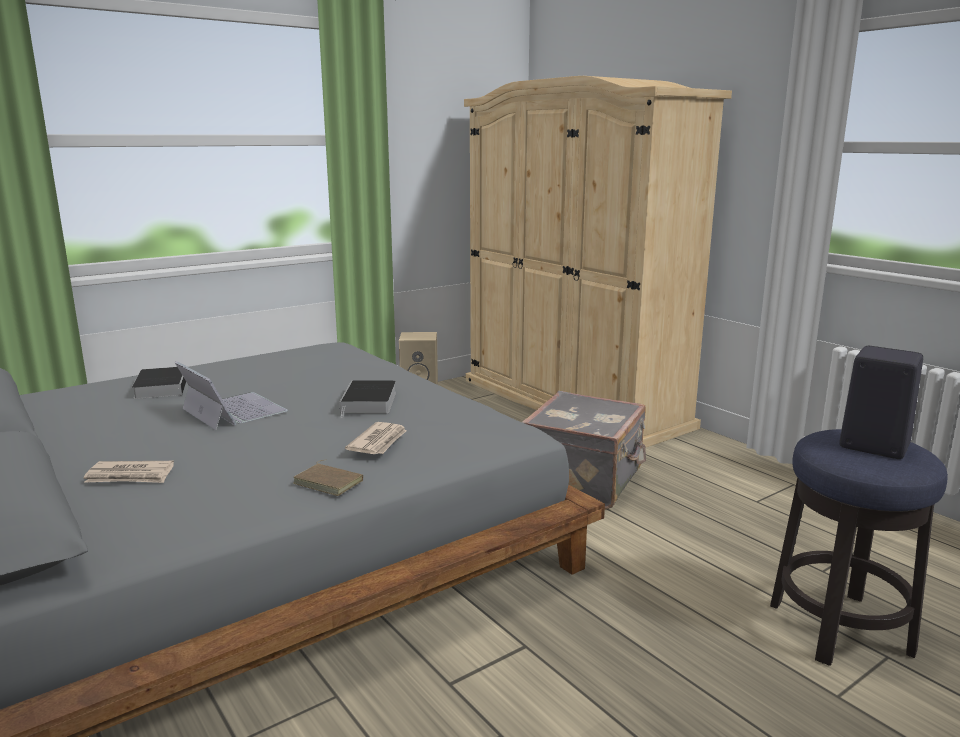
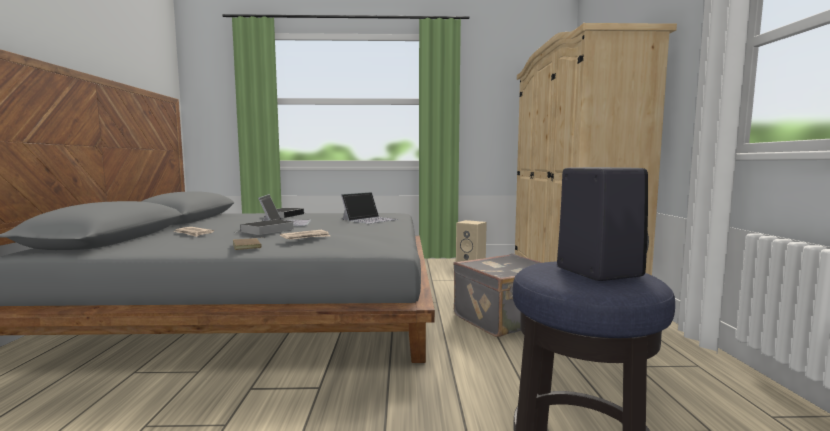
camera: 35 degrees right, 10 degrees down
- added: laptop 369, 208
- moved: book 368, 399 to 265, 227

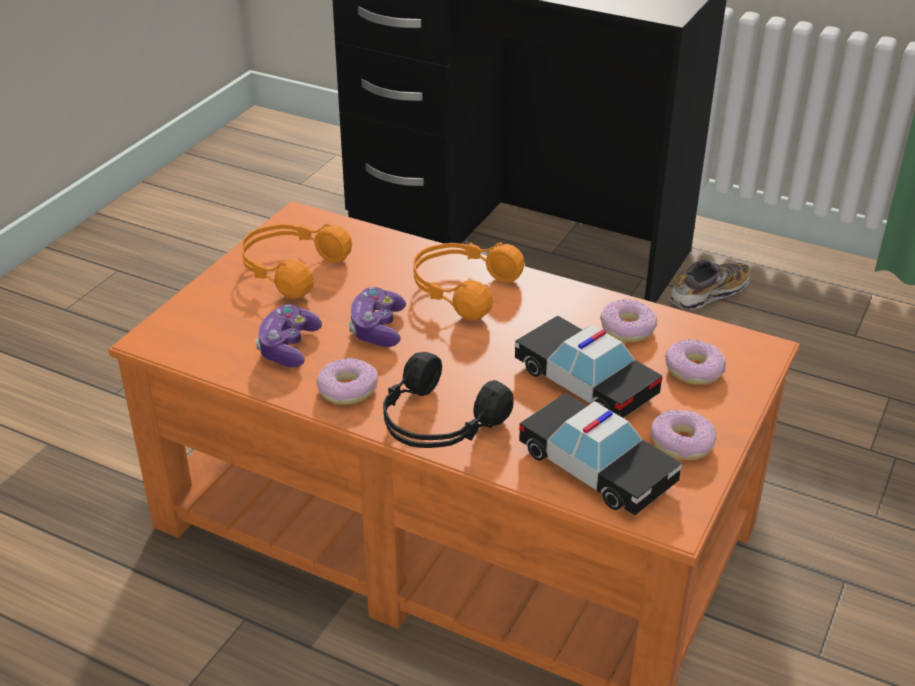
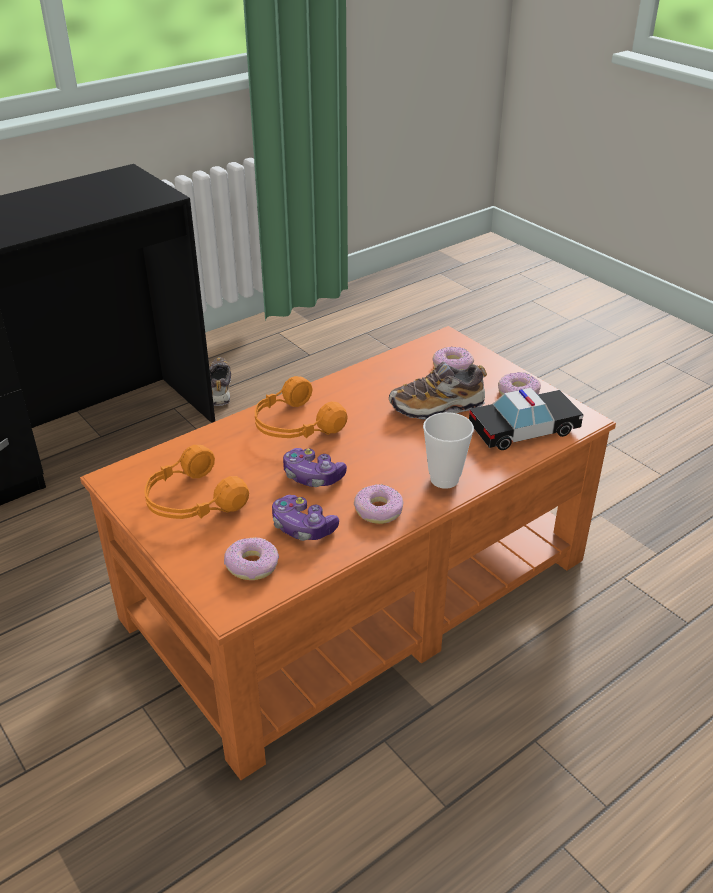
camera: 65 degrees left, 0 degrees up
- moved: donut 628, 320 to 251, 559
- replaced: black headphones 448, 400 to cup 448, 450
- replaced: toy car 588, 367 to shoe 438, 391

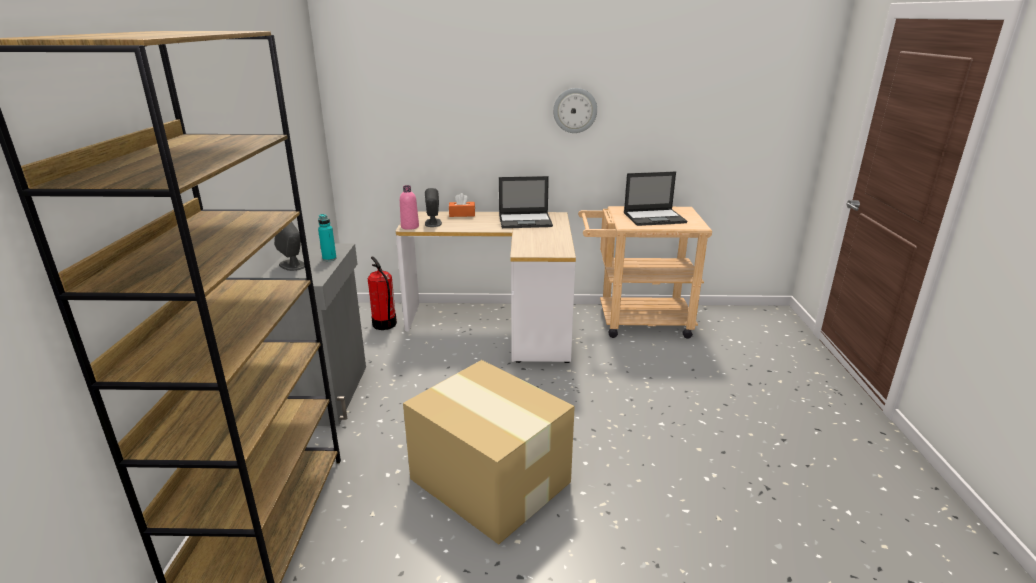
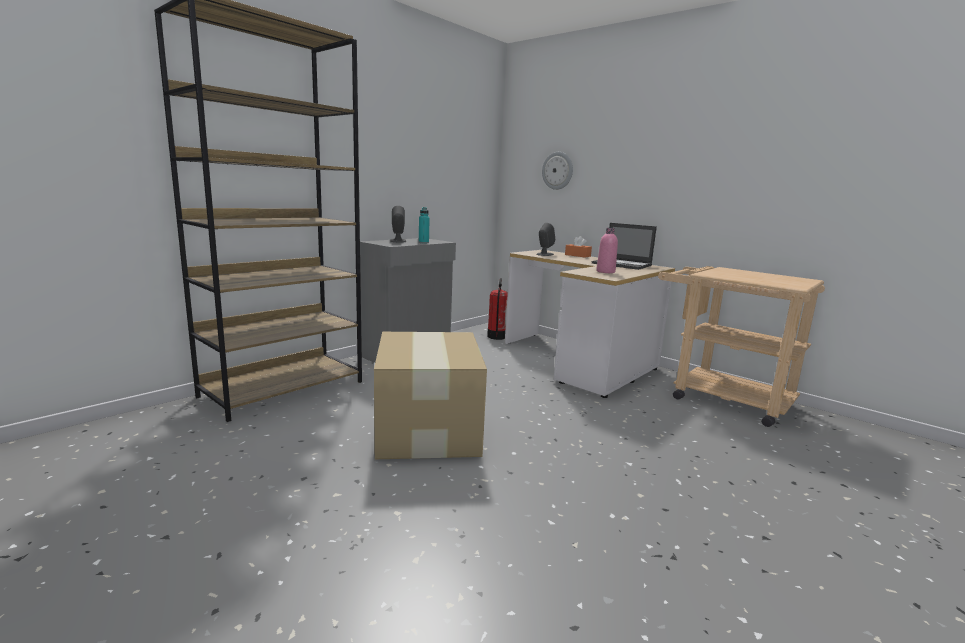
camera: 40 degrees right, 10 degrees down
- removed: laptop 655, 199
- moved: pink bottle 409, 207 to 607, 250
- moved: wall clock 575, 110 to 557, 171

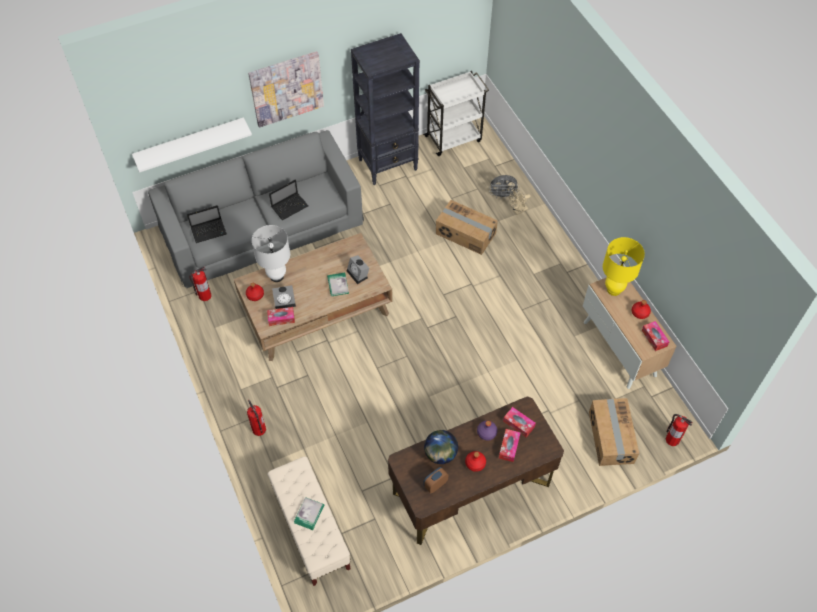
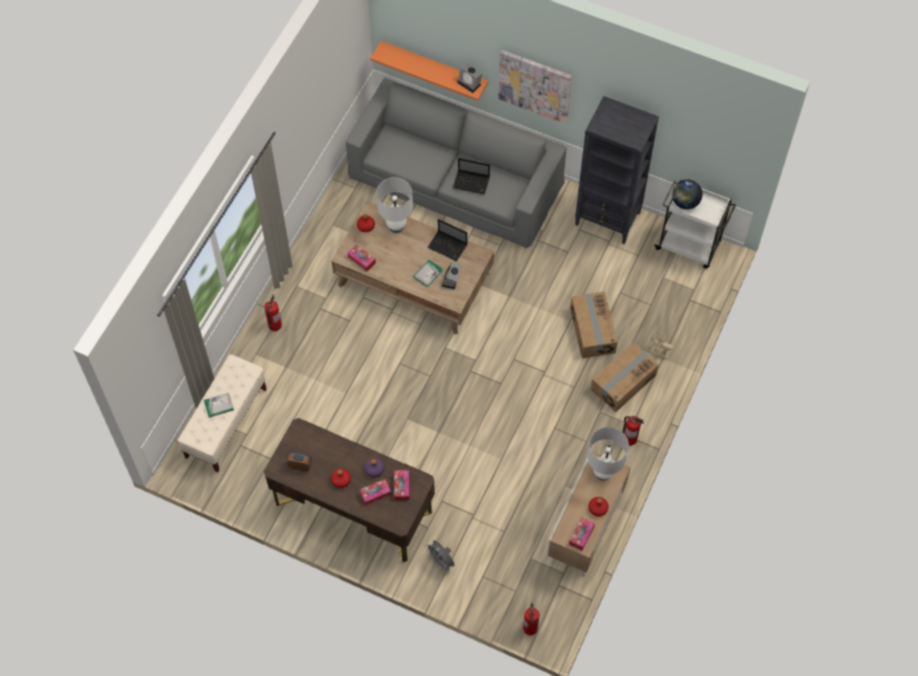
camera: 50 degrees right, 5 degrees up
- moved: laptop 207, 224 to 447, 240
- moved: fire extinguisher 200, 283 to 633, 431
- moved: alarm clock 284, 297 to 469, 78
- moved: globe 441, 447 to 687, 194
- moved: grey fan 504, 187 to 440, 557
- moved: cardboard box 614, 432 to 625, 377
- recoloured: white shelf 192, 144 to orange shelf 429, 71
- recoloured: yellow table lamp 624, 266 to white table lamp 608, 454

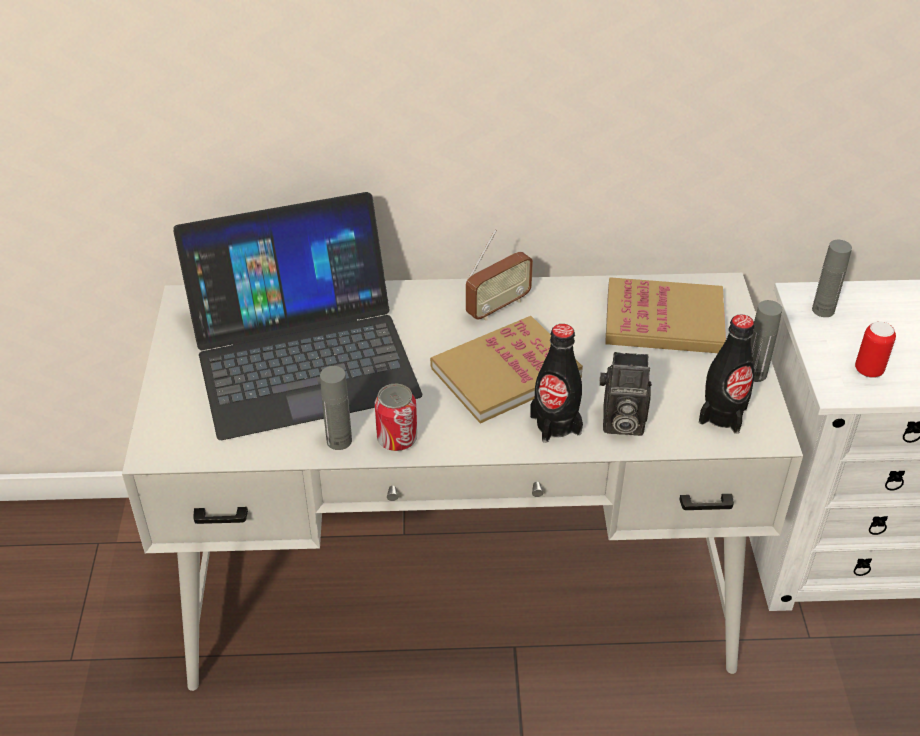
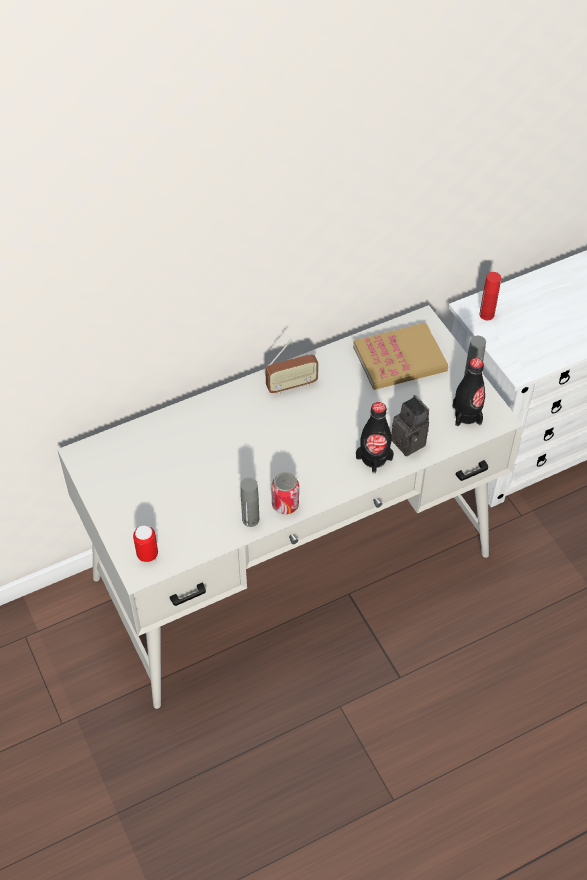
camera: 25 degrees left, 10 degrees up
- removed: laptop 297, 316
- removed: book 506, 369
- moved: can 875, 349 to 145, 543
- recoloured: grey bottle 832, 278 to red bottle 490, 296
- turned: radio 499, 275 = 292, 366 45 degrees clockwise
- turned: photo camera 625, 394 = 410, 425 105 degrees counterclockwise

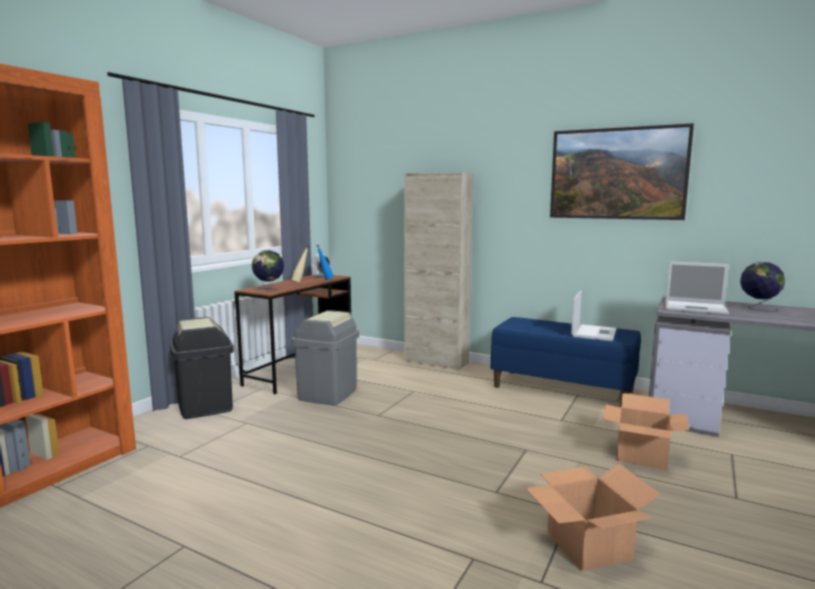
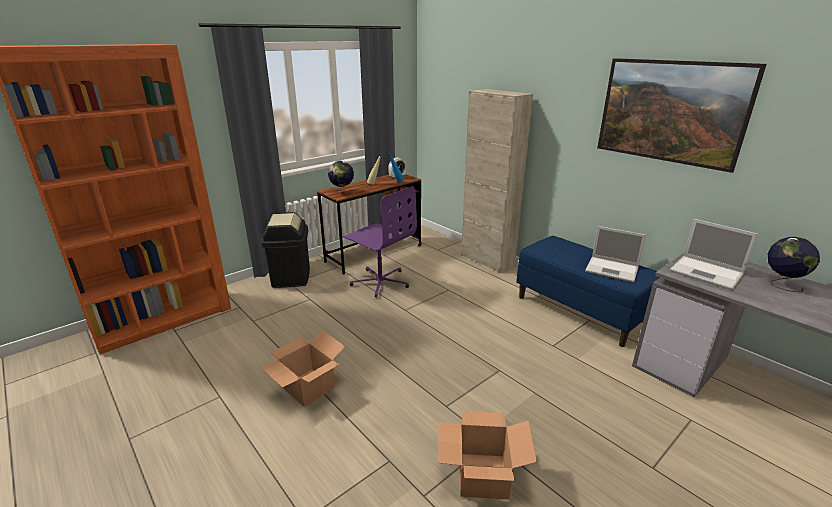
camera: 20 degrees right, 15 degrees up
- moved: cardboard box 646, 431 to 302, 368
- replaced: grey trash can 325, 358 to purple office chair 380, 242
- turned: laptop 594, 315 = 615, 254 75 degrees clockwise

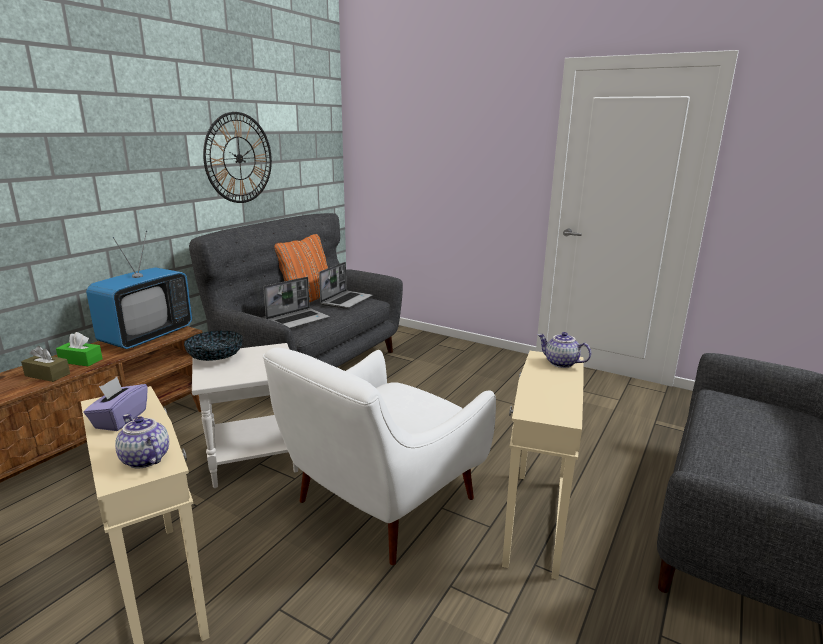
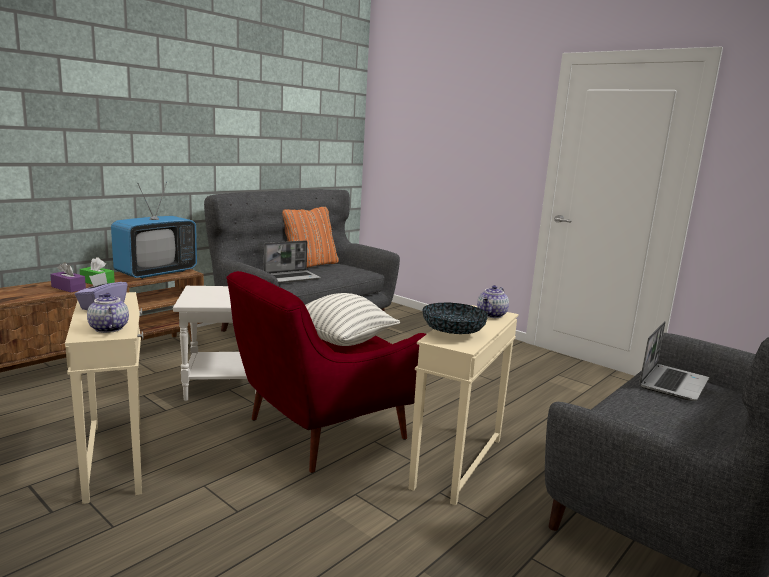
camera: 10 degrees right, 5 degrees down
- removed: wall clock 237, 157
- added: pillow 352, 319
- moved: bowl 213, 346 to 455, 318
- moved: laptop 345, 285 to 674, 361
- recoloured: brown tissue box 45, 364 to purple tissue box 68, 277
- recoloured: white armchair 379, 456 to red armchair 326, 372
- turned: teapot 564, 350 = 493, 301 105 degrees counterclockwise

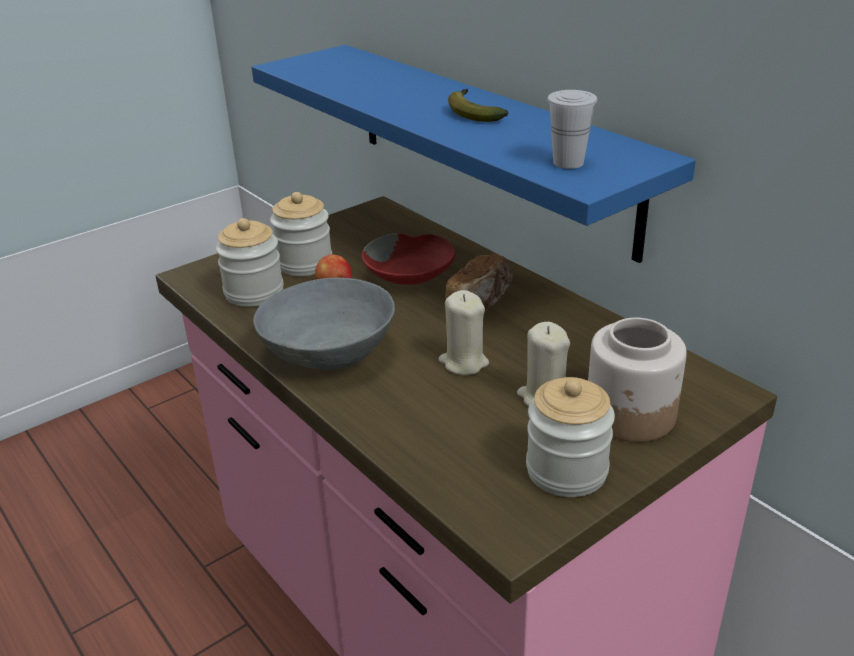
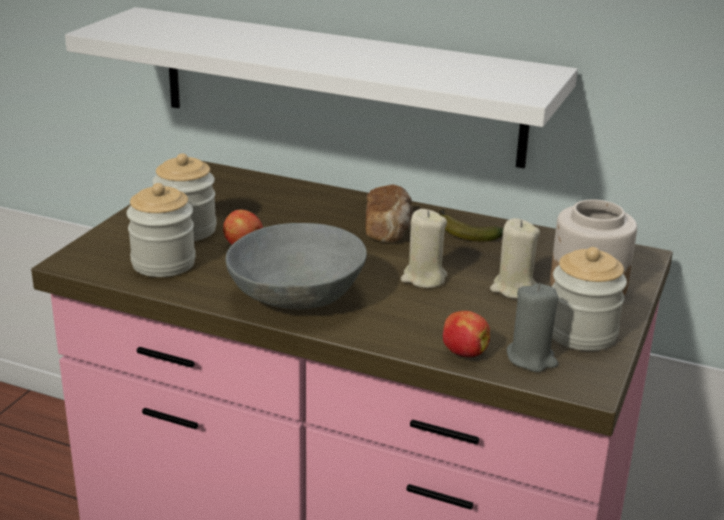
camera: 30 degrees left, 5 degrees down
- removed: red bowl 409, 259
- removed: white cup 572, 129
- added: apple 466, 334
- added: grey candle 533, 327
- moved: banana 478, 105 to 471, 225
- recoloured: blue shelf 474, 154 to white shelf 321, 87

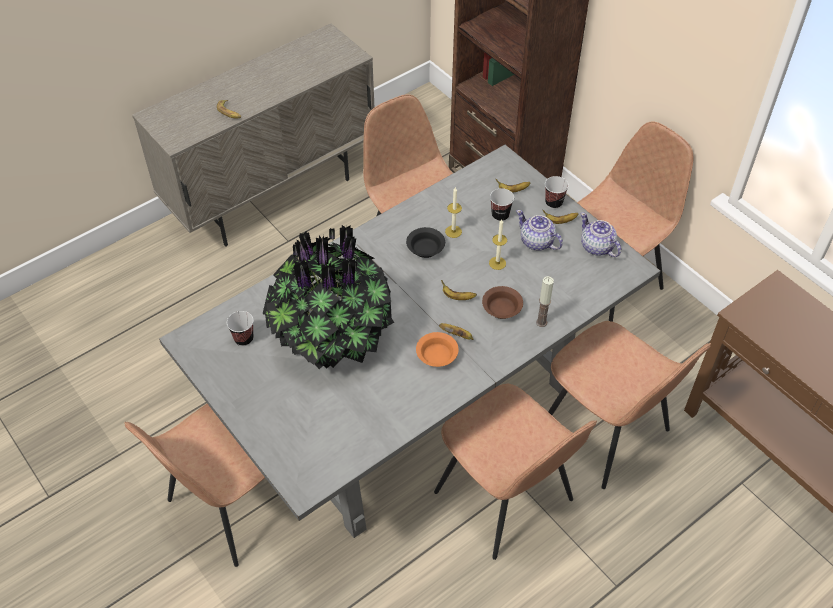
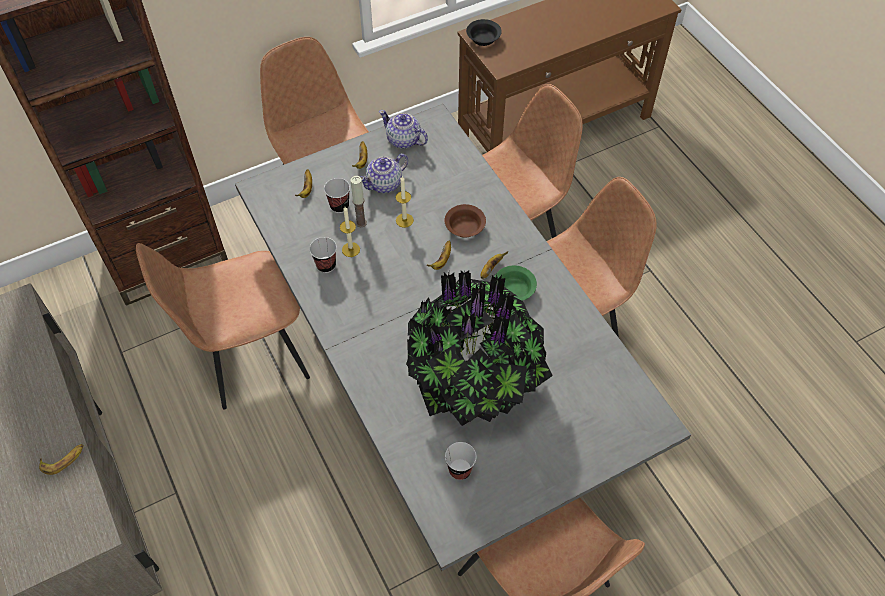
camera: 80 degrees left, 5 degrees up
- moved: black bowl 425, 242 to 484, 32
- moved: candle 545, 301 to 358, 201
- moved: cup 557, 192 to 323, 255
- recoloured: orange bowl 437, 349 to green bowl 516, 283
- turned: teapot 600, 234 = 403, 129 60 degrees clockwise

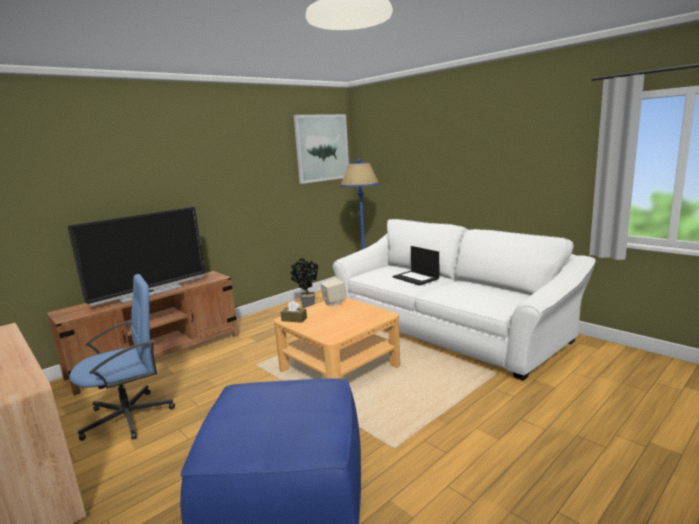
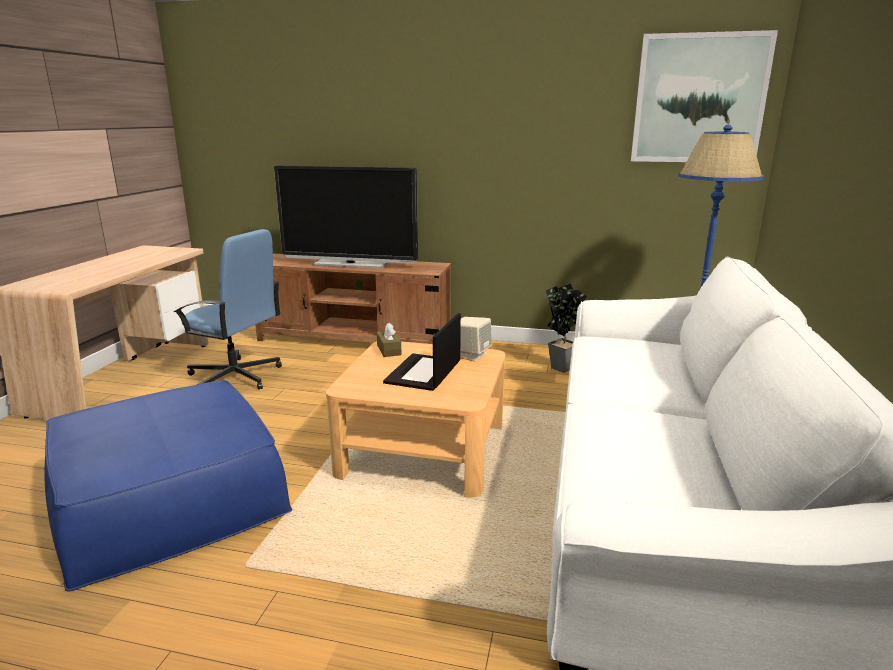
camera: 55 degrees right, 5 degrees up
- moved: laptop 415, 265 to 422, 352

